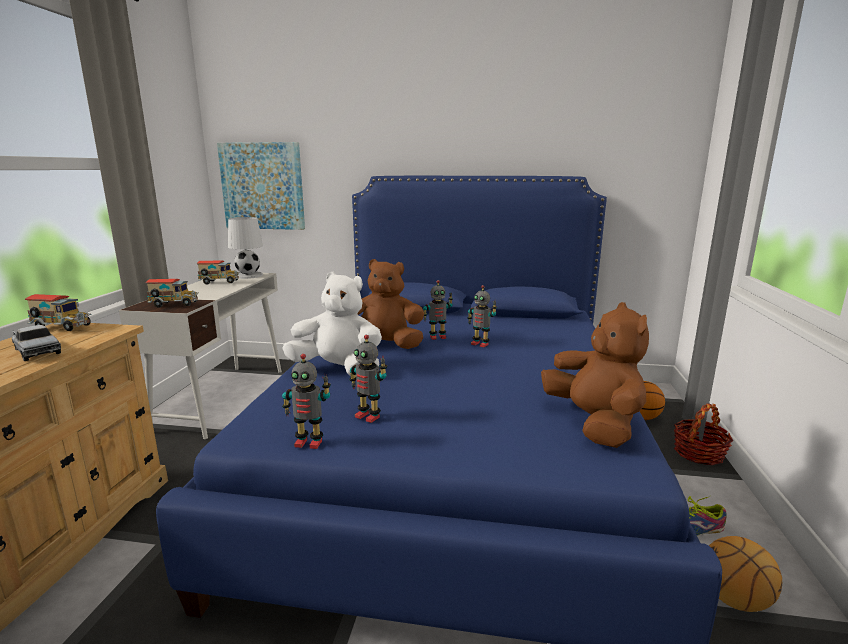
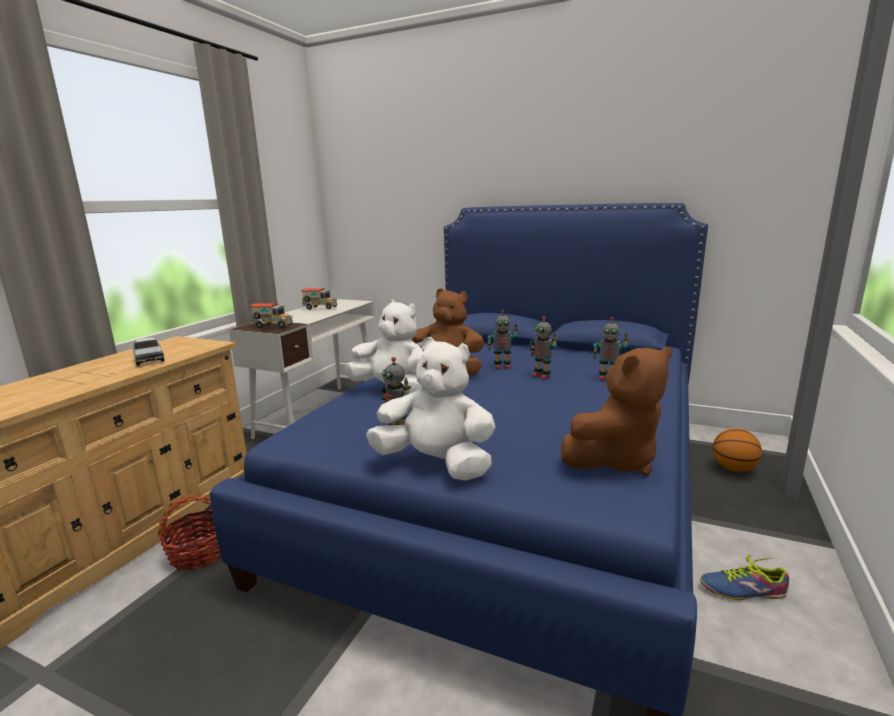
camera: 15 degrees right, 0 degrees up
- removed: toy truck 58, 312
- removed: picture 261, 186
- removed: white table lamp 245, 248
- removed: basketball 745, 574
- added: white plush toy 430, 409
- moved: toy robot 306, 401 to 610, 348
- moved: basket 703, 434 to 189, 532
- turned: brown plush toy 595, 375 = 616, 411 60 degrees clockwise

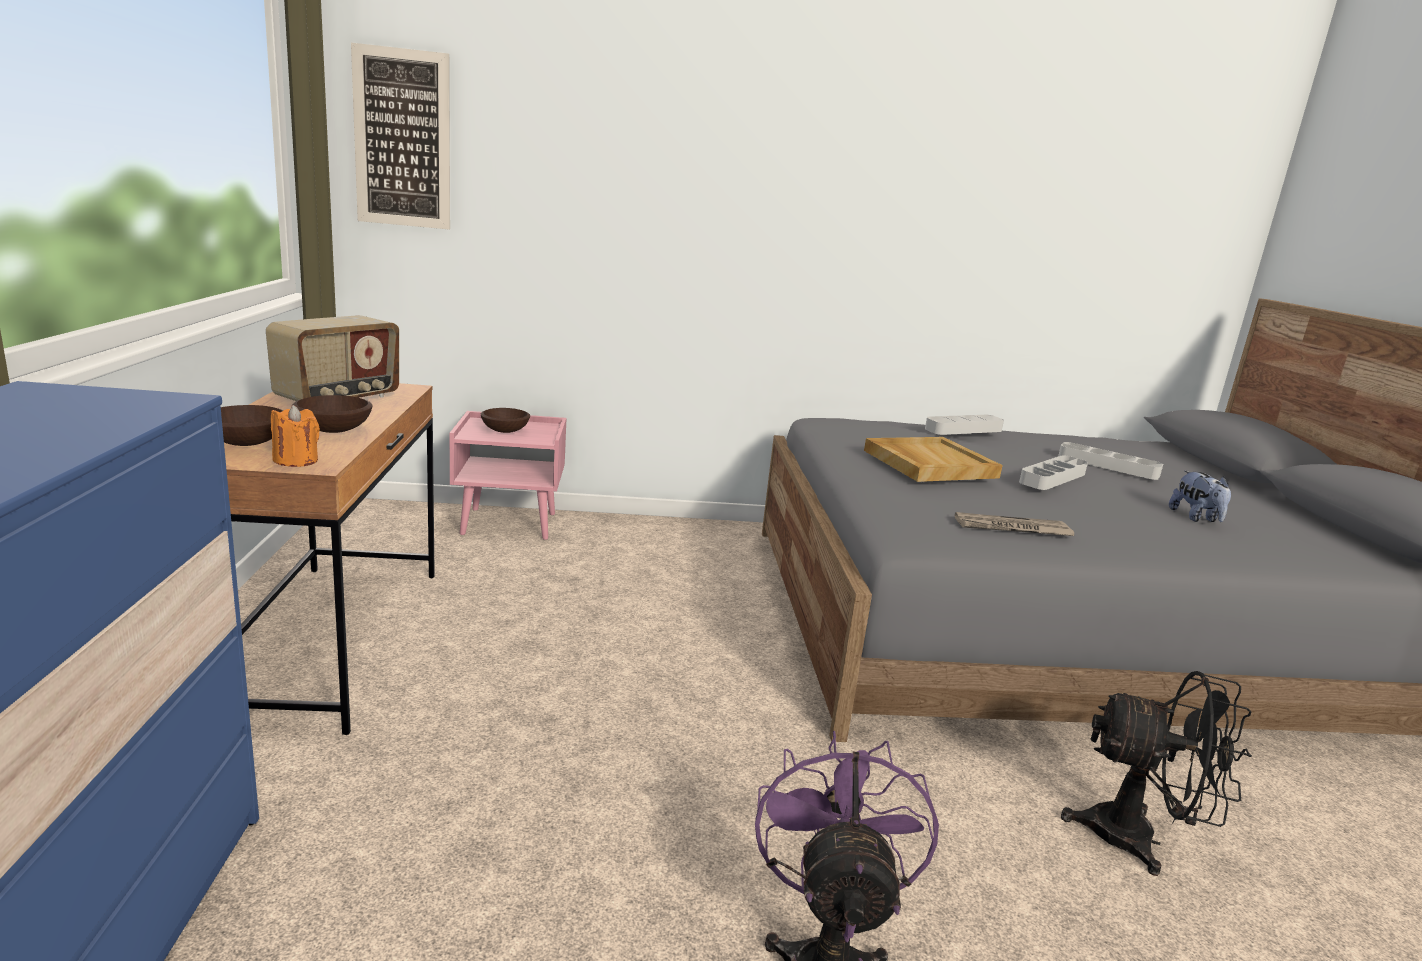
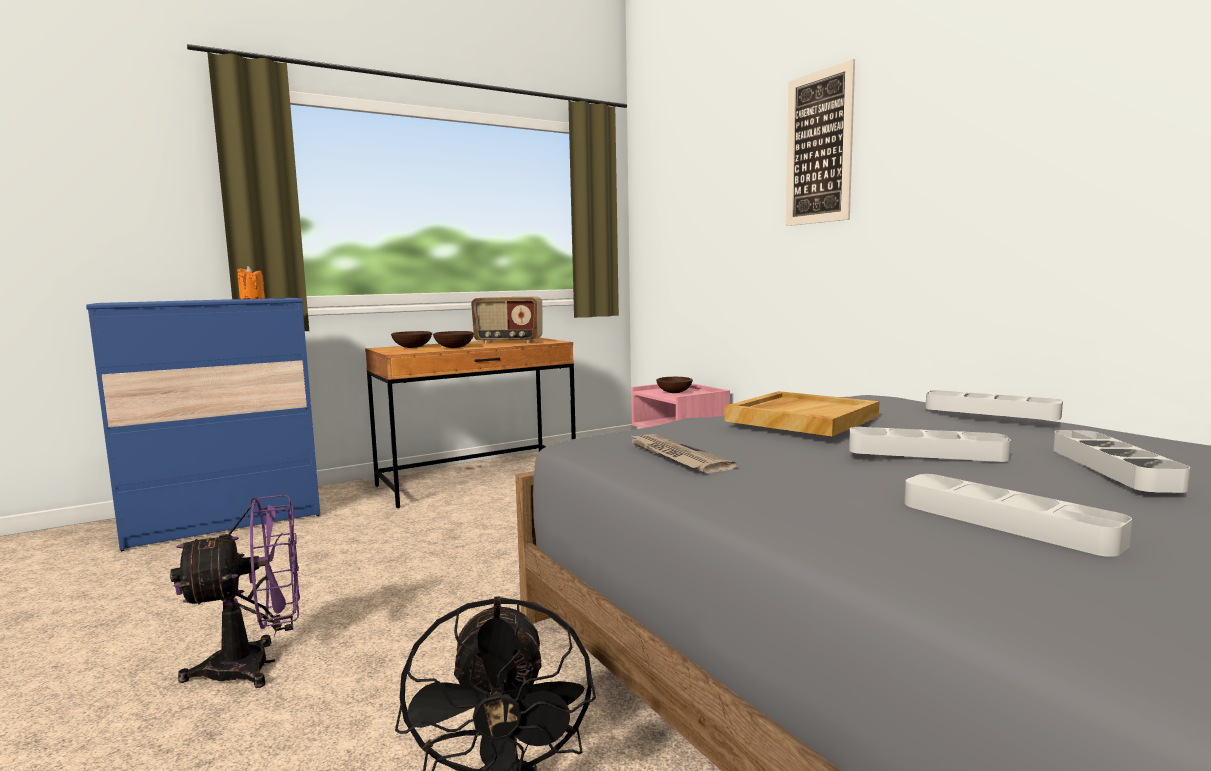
camera: 65 degrees right, 10 degrees down
- moved: orange candle 295, 436 to 251, 282
- moved: picture 400, 136 to 820, 142
- replaced: plush toy 1200, 496 to grey tray 1018, 515

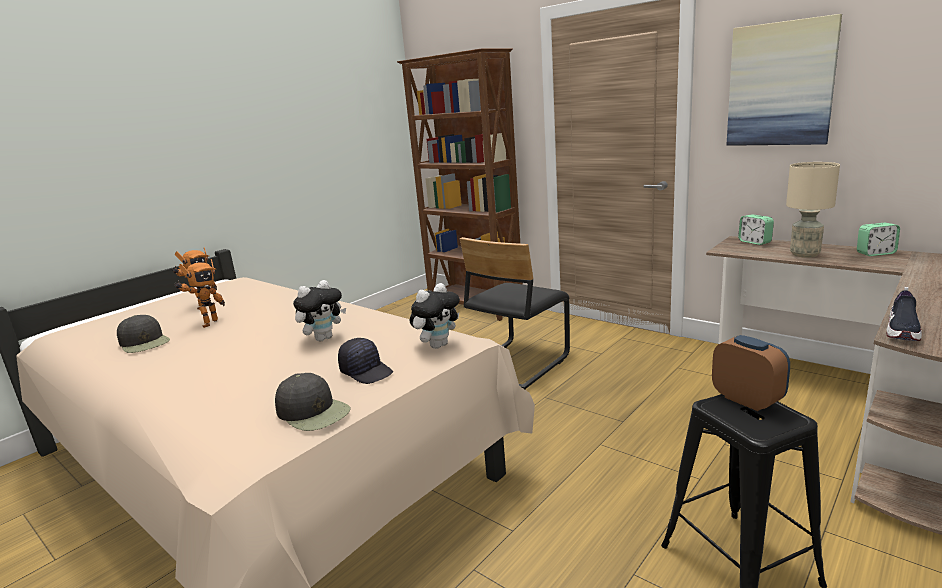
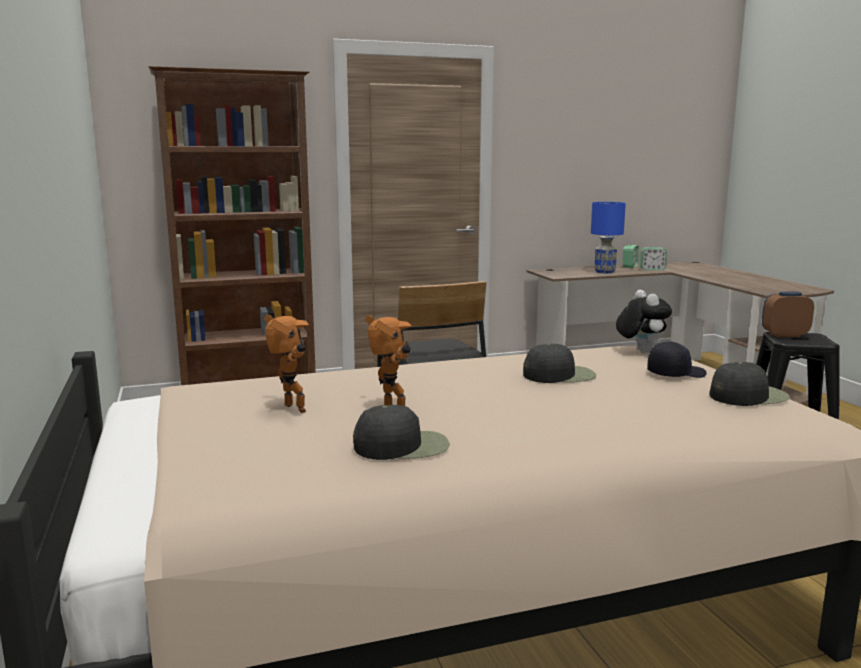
camera: 60 degrees left, 5 degrees down
- removed: picture 784, 80
- removed: shoe 904, 314
- moved: alarm clock 756, 229 to 653, 258
- replaced: plush toy 319, 311 to black cap 559, 363
- recoloured: beige table lamp 813, 210 to blue table lamp 608, 237

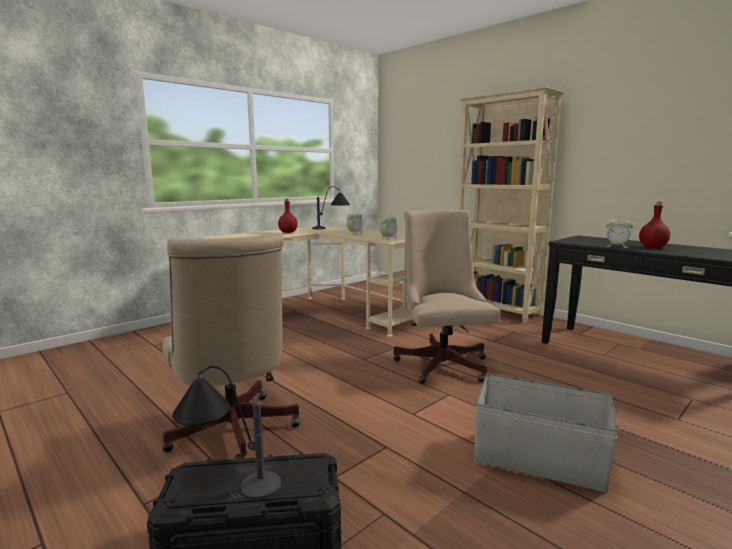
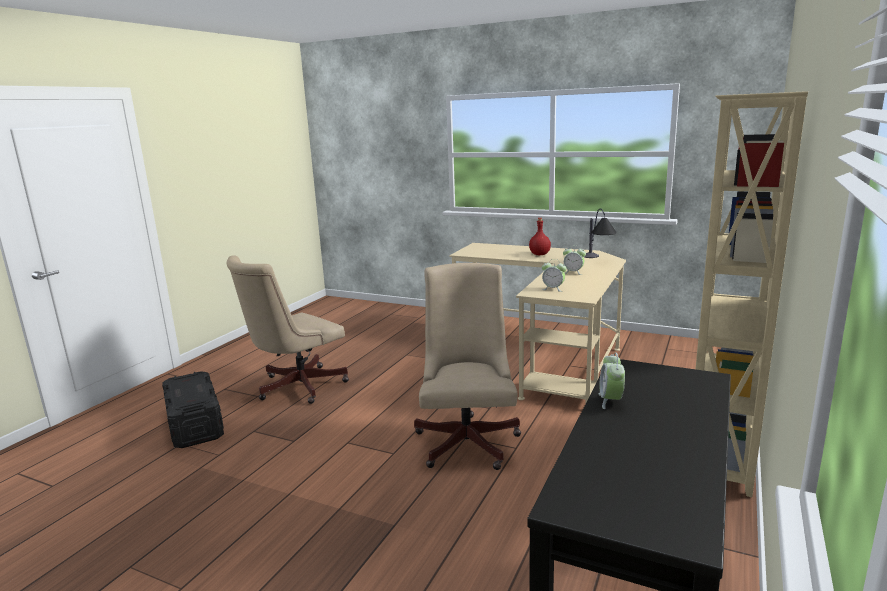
camera: 70 degrees right, 5 degrees up
- removed: table lamp 226, 432
- removed: grey storage box 546, 433
- removed: red bottle 654, 225
- turned: beige office chair 447, 297 = 467, 366 60 degrees counterclockwise

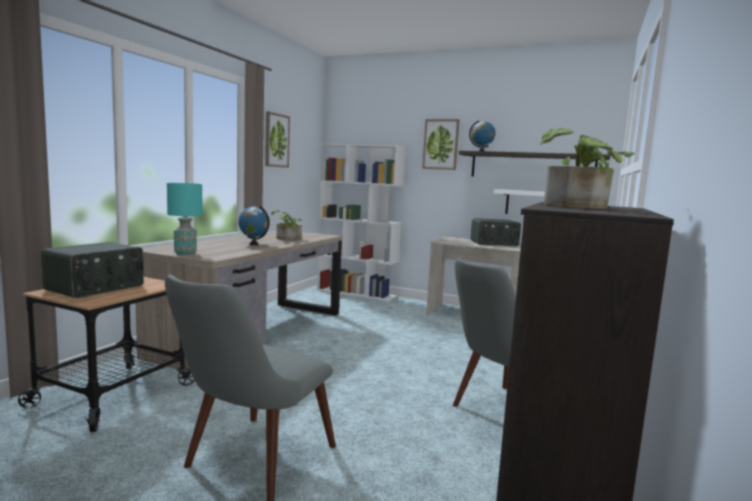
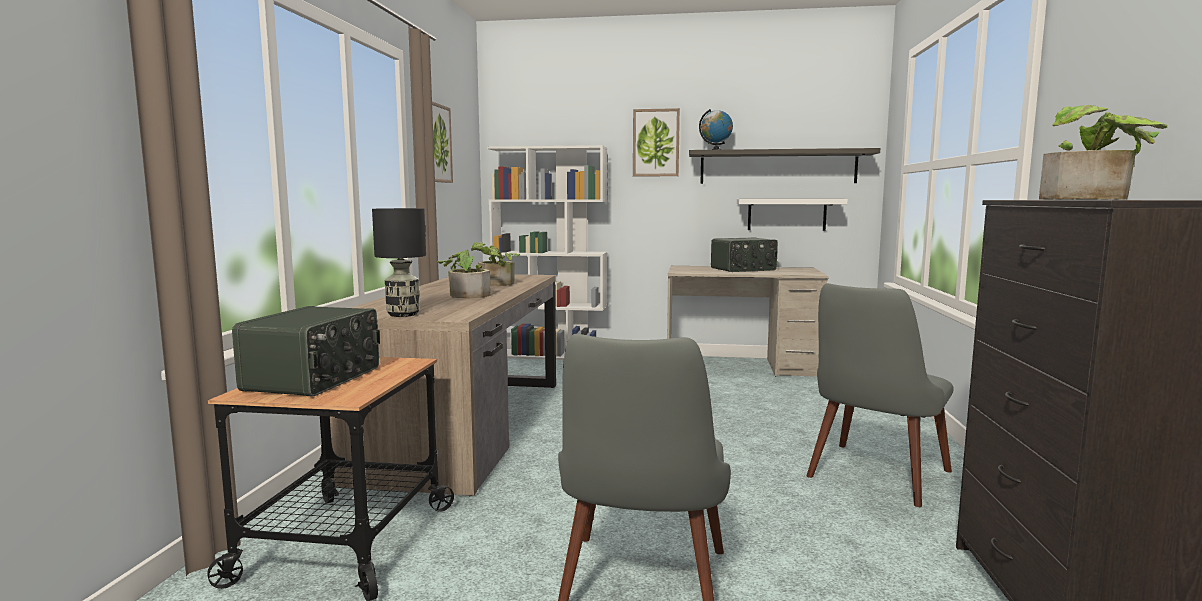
camera: 15 degrees left, 0 degrees up
- replaced: globe 254, 225 to potted plant 464, 272
- recoloured: turquoise table lamp 184, 219 to black table lamp 399, 262

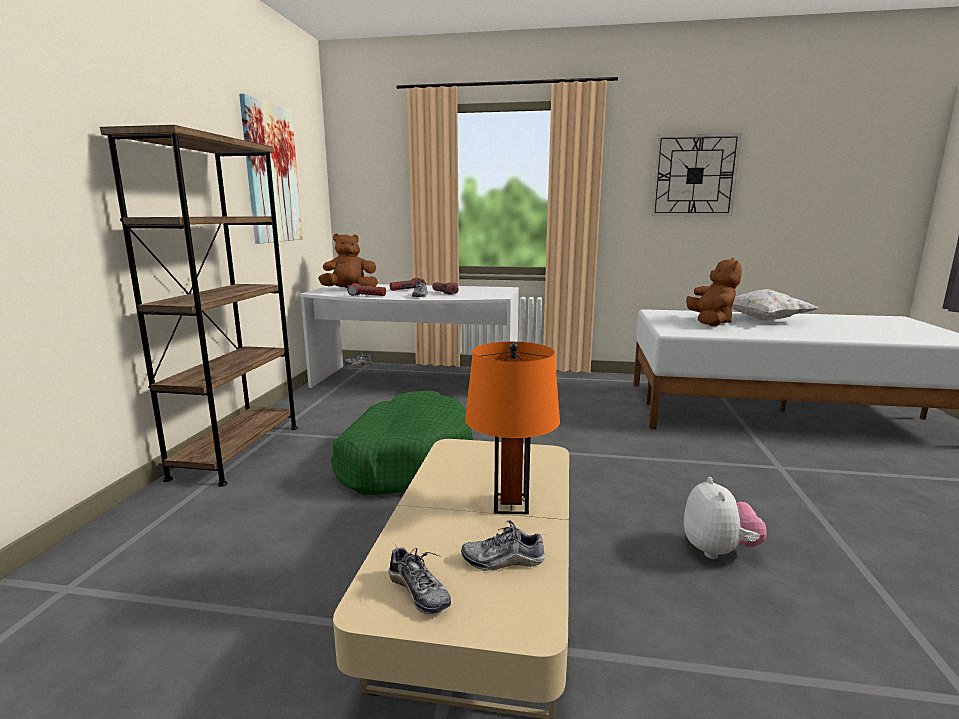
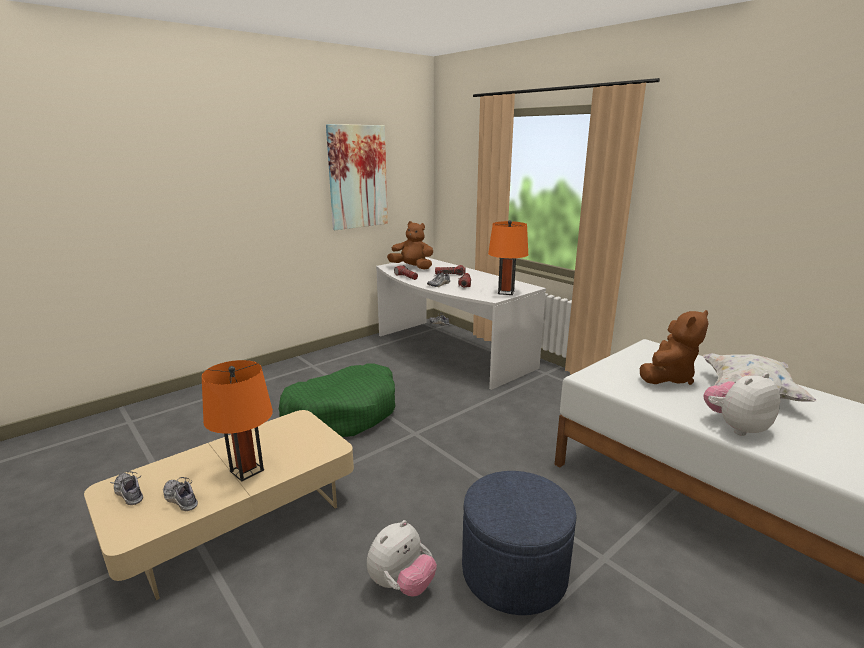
camera: 40 degrees right, 5 degrees up
- removed: brown bookcase 199, 306
- removed: wall clock 696, 174
- added: blue ottoman 519, 543
- added: orange table lamp 508, 257
- added: plush toy 742, 404
- turned: shoe 420, 579 = 126, 488 135 degrees clockwise

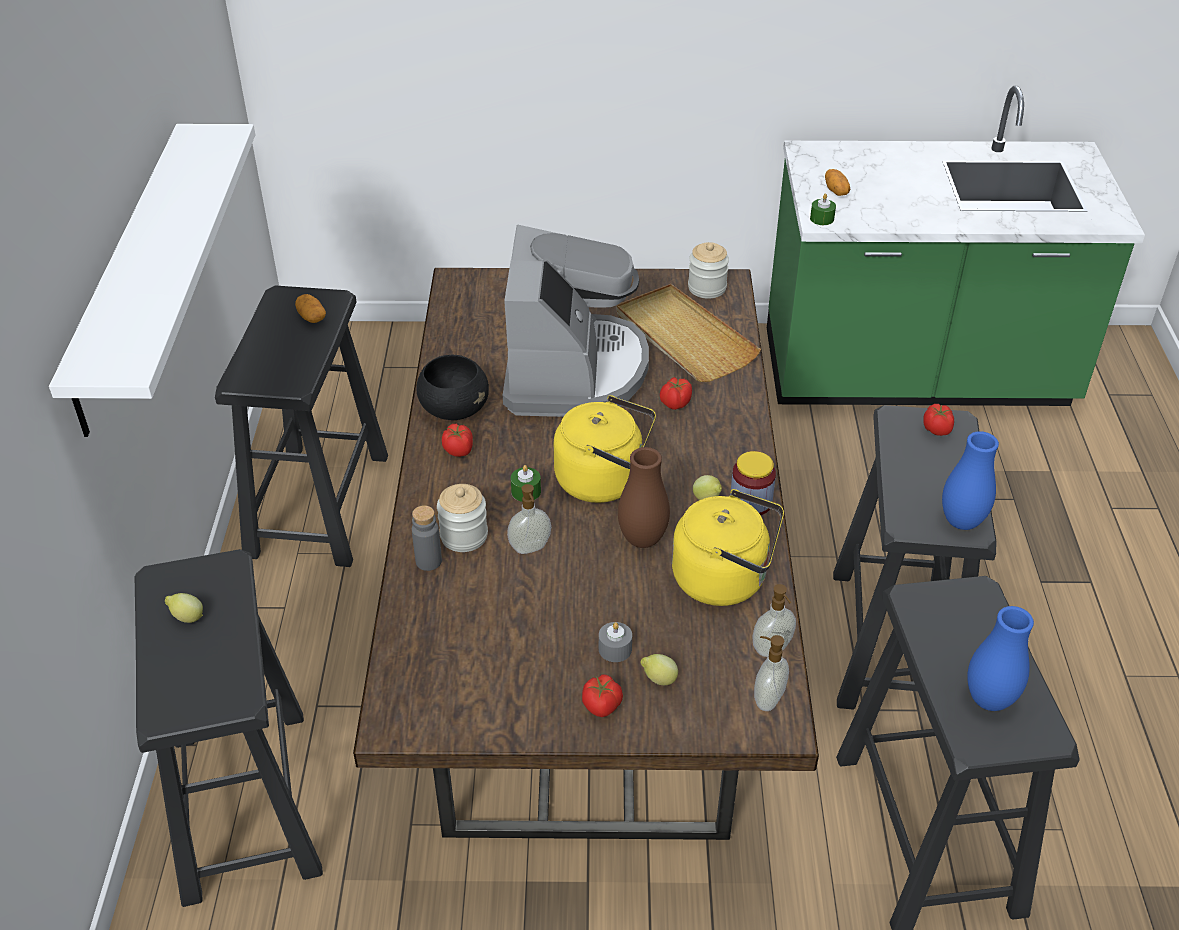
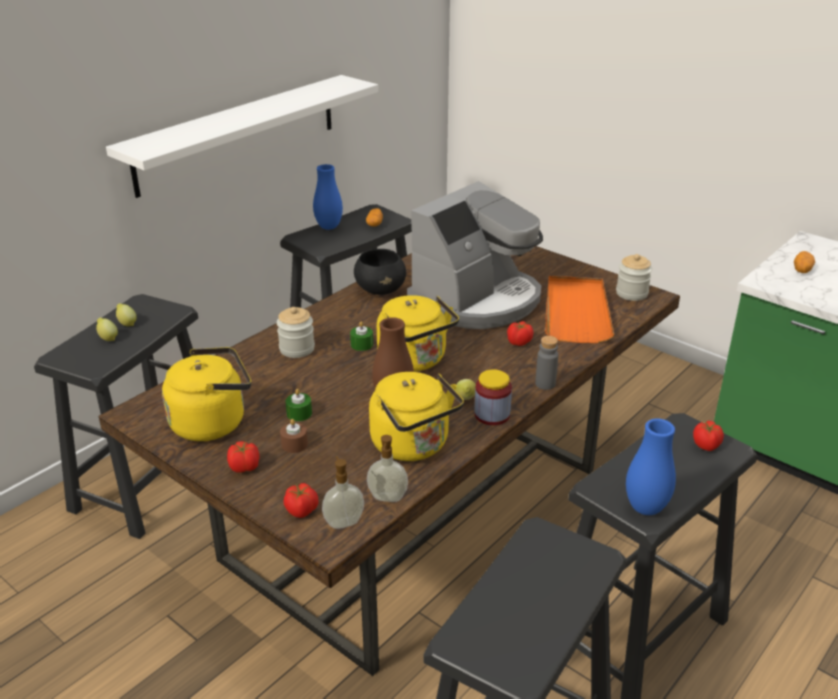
camera: 40 degrees right, 10 degrees down
- removed: soap dispenser 529, 519
- added: yellow kettle 206, 394
- moved: grey bottle 427, 538 to 546, 363
- moved: tomato 457, 440 to 300, 500
- moved: lemon 659, 669 to 107, 329
- moved: green candle 823, 209 to 298, 405
- moved: blue vase 1000, 658 to 328, 197
- recoloured: grey candle 615, 642 to brown candle 294, 436
- recoloured: beige tray 688, 333 to orange tray 580, 309

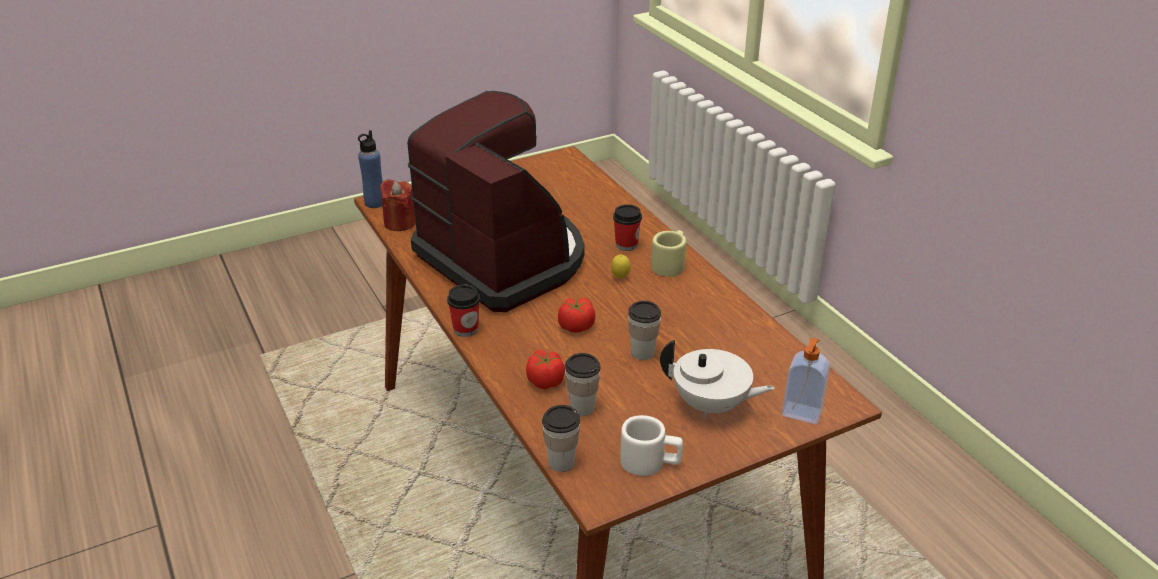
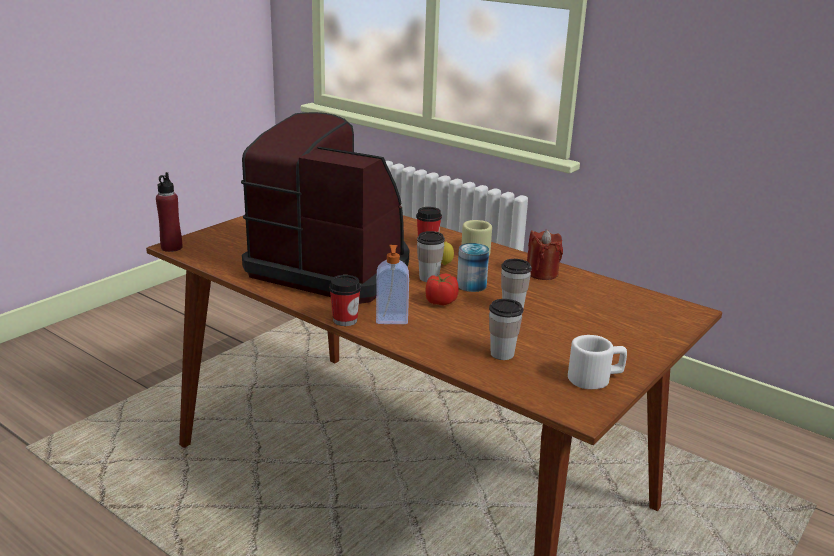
camera: 25 degrees left, 10 degrees down
- removed: tomato 545, 369
- removed: white teapot 717, 379
- added: can 473, 267
- moved: red candle 398, 205 to 545, 255
- moved: cup 561, 438 to 431, 256
- moved: soap dispenser 806, 381 to 392, 284
- recoloured: blue bottle 370, 169 to red bottle 169, 212

